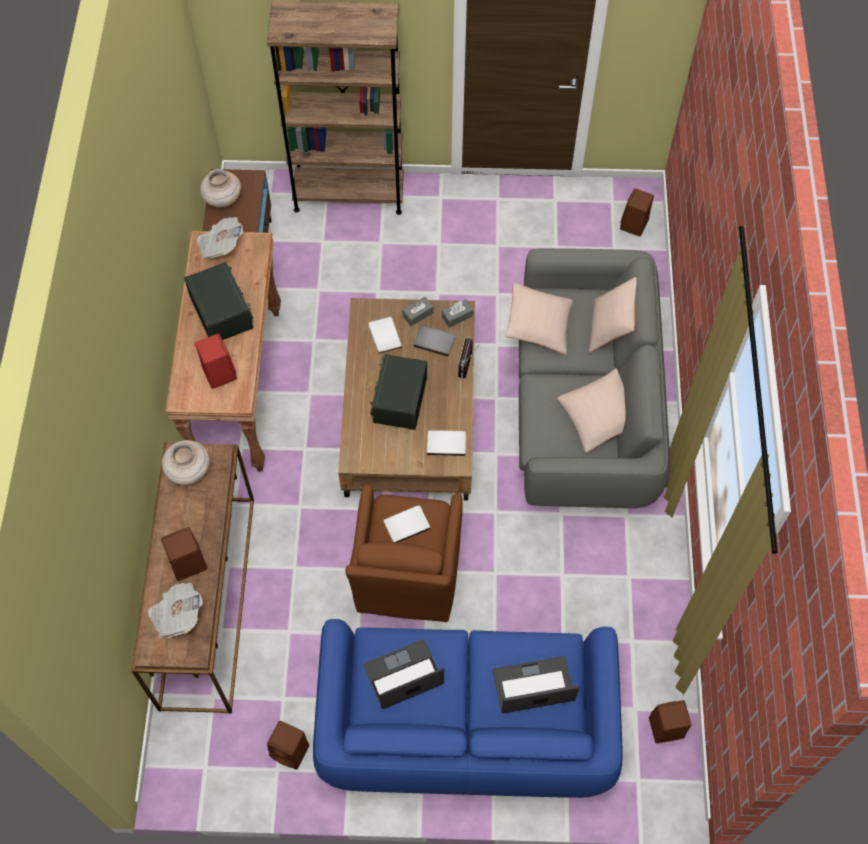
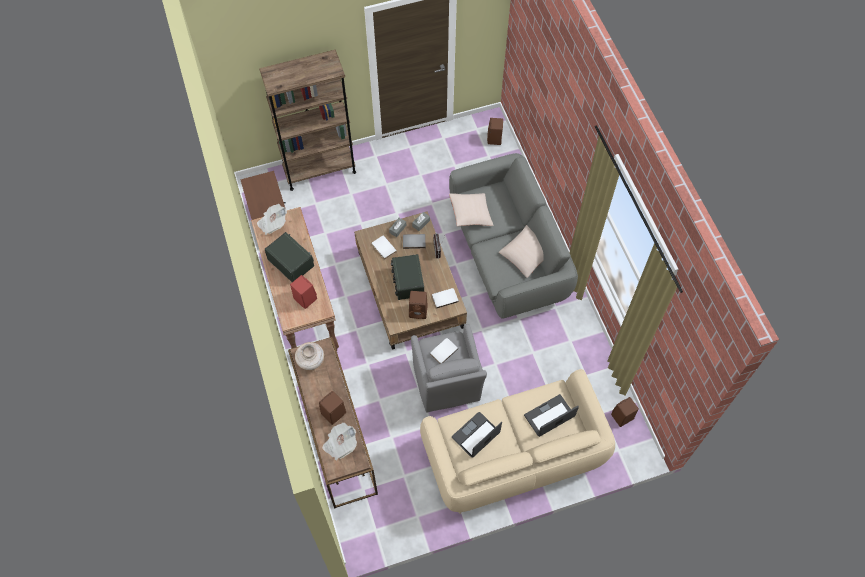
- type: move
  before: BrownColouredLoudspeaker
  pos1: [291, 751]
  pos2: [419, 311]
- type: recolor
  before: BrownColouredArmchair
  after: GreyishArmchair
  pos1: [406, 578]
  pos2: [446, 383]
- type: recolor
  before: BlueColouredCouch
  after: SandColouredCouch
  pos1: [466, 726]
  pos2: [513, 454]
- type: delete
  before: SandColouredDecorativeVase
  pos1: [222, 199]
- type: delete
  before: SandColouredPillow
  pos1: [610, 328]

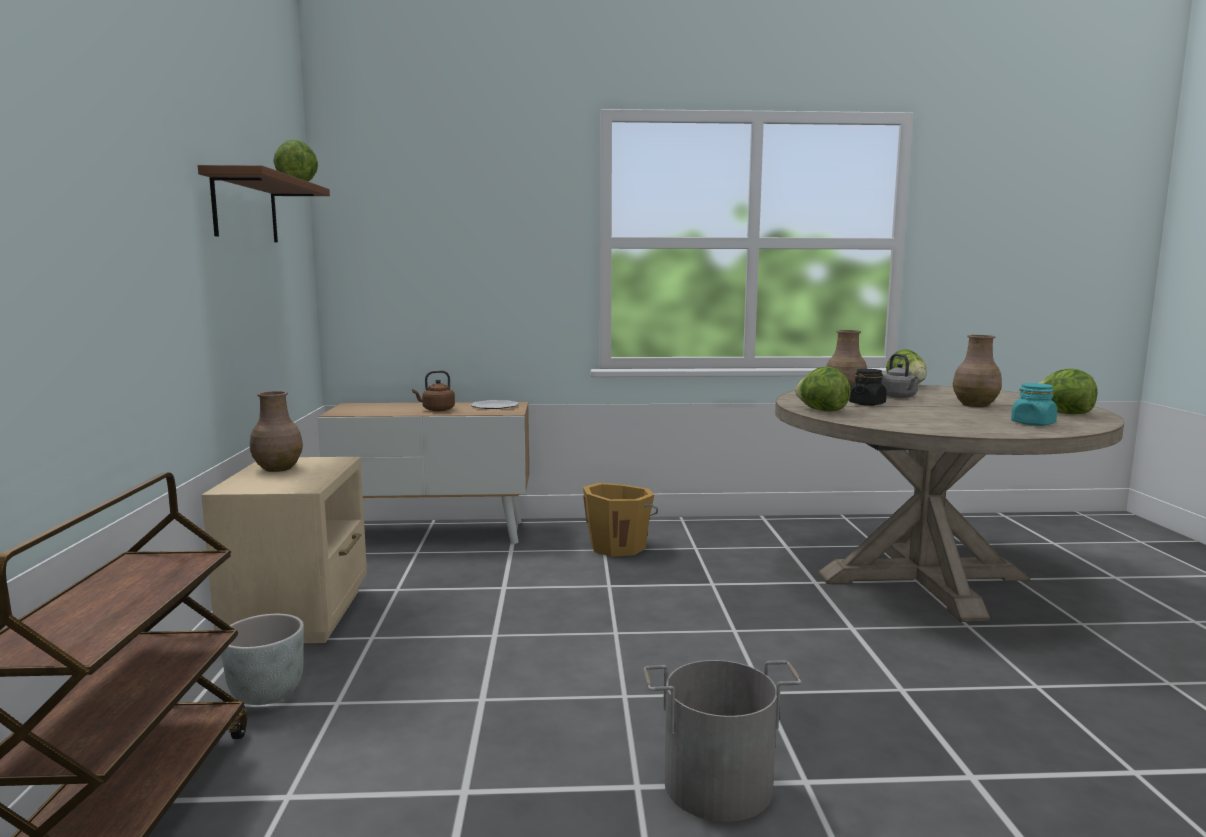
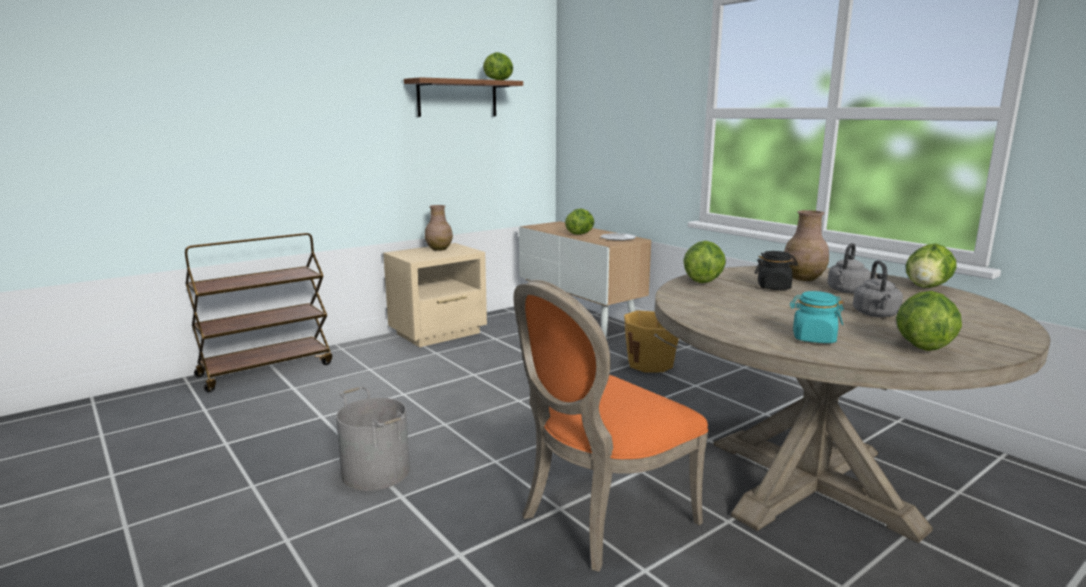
- type: insert
  after: OrangeUprightChair
  pos2: [601, 518]
- type: replace
  before: BrownColouredTeaKettle
  after: Lettuce
  pos1: [436, 410]
  pos2: [580, 234]
- type: replace
  before: BrownColouredDecorativeVase
  after: GreyishTeaKettle
  pos1: [975, 405]
  pos2: [876, 315]
- type: delete
  before: GreyishPlanter
  pos1: [267, 694]

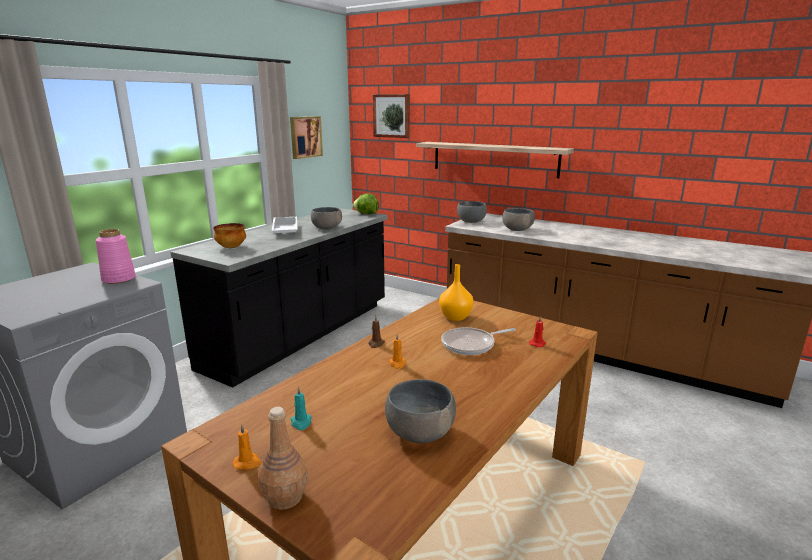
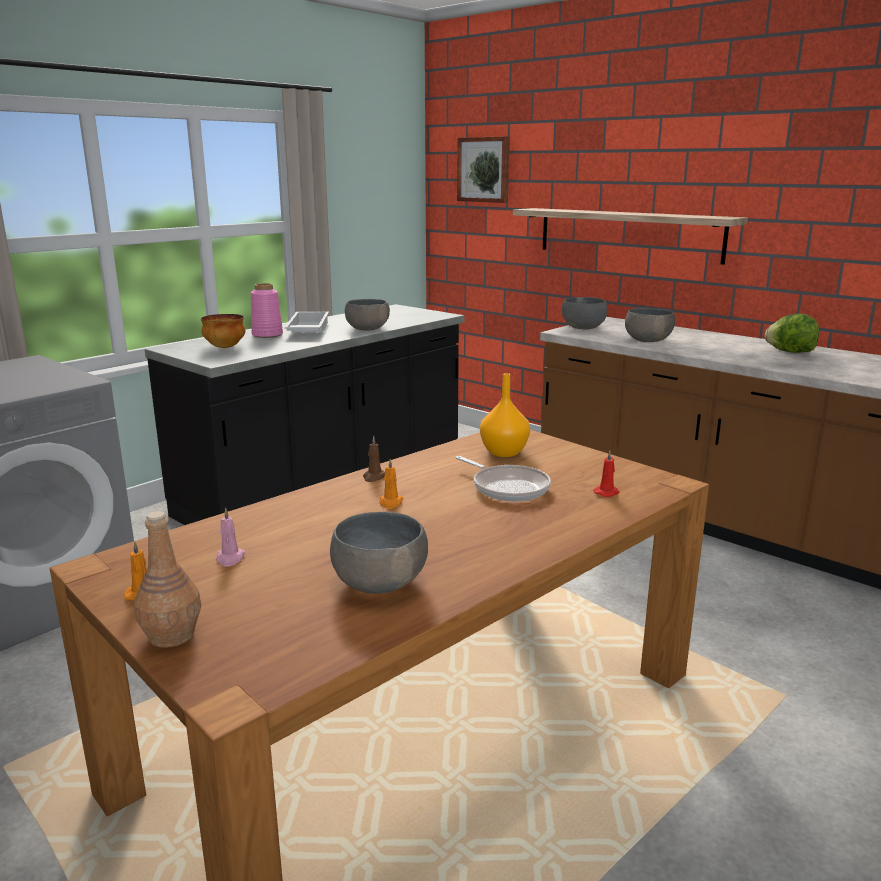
- type: recolor
  before: TurquoiseColouredCandle
  after: PinkCandle
  pos1: [301, 423]
  pos2: [230, 558]
- type: move
  before: PinkDecorativeVase
  pos1: [119, 279]
  pos2: [268, 335]
- type: rotate
  before: Pan
  pos1: [471, 345]
  pos2: [507, 487]
  turn: -120
- type: move
  before: Lettuce
  pos1: [366, 214]
  pos2: [790, 352]
- type: delete
  before: Picture
  pos1: [305, 137]

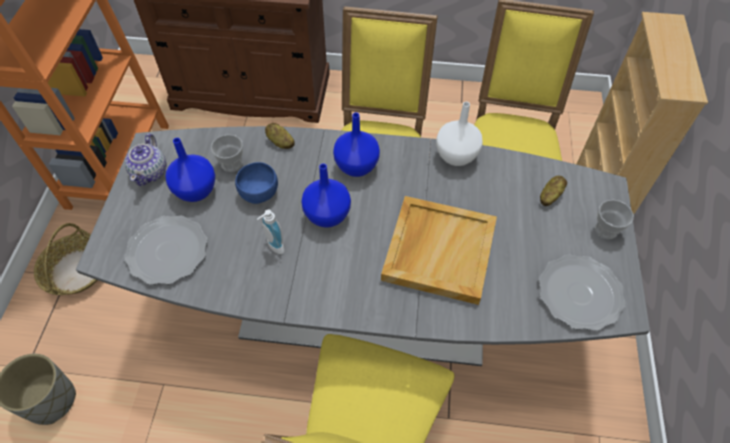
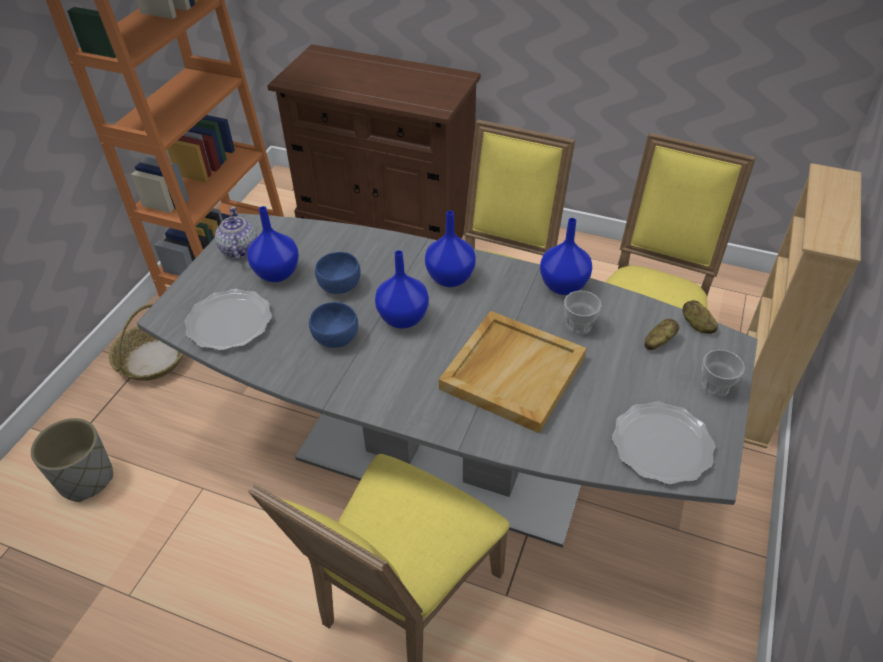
- type: rotate
  before: Teapot
  pos1: [150, 172]
  pos2: [238, 249]
  turn: 150
- type: replace
  before: SoapBottle
  after: BlueColouredDeepDish
  pos1: [273, 247]
  pos2: [336, 337]
- type: recolor
  before: WhitishDecorativeVase
  after: BlueColouredDecorativeVase
  pos1: [455, 156]
  pos2: [562, 285]
- type: move
  before: DrinkingCup
  pos1: [231, 164]
  pos2: [578, 326]
- type: move
  before: WholePotato
  pos1: [280, 142]
  pos2: [697, 325]

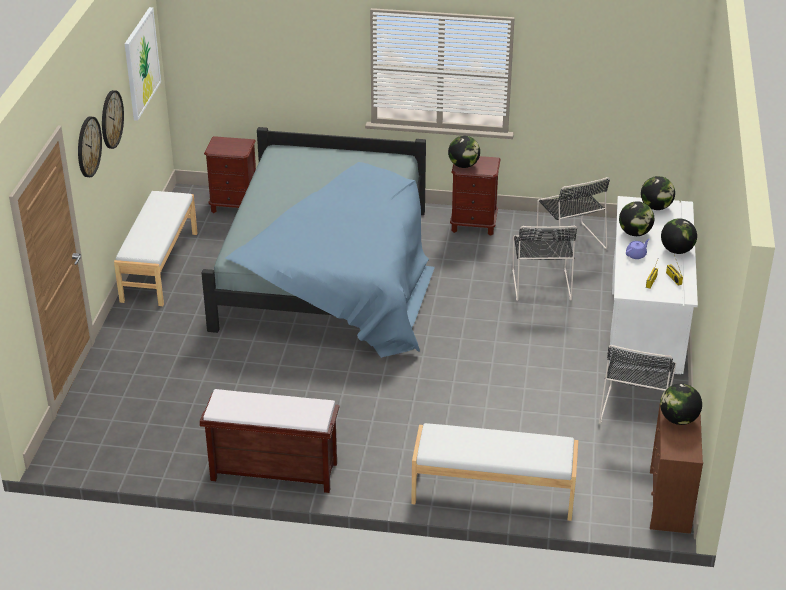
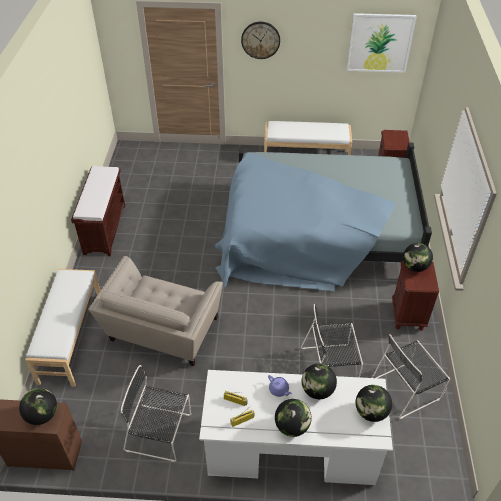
- type: insert
  after: SandColouredArmchair
  pos2: [162, 332]
- type: delete
  before: HangingClock
  pos1: [111, 119]

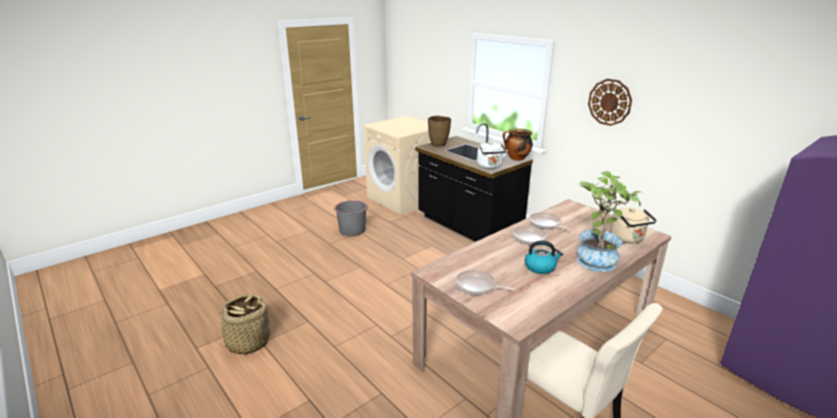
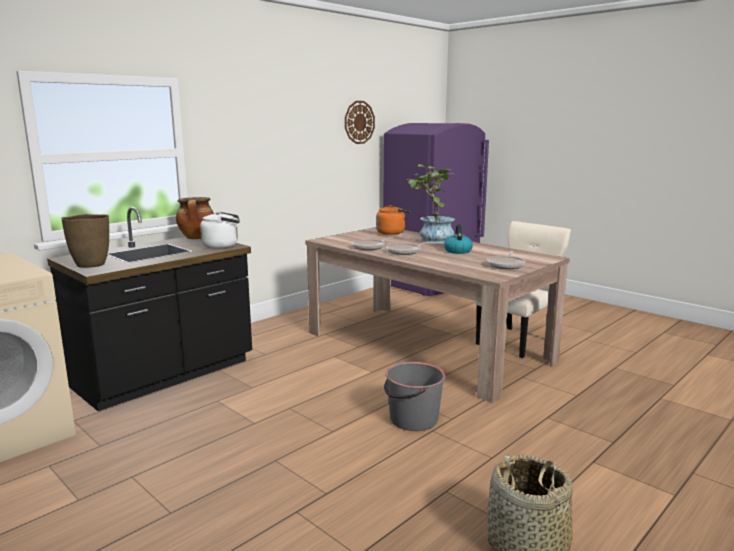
- type: move
  before: HangingClock
  pos1: [609, 102]
  pos2: [359, 122]
- type: recolor
  before: SandColouredTeaKettle
  after: OrangeTeaKettle
  pos1: [628, 239]
  pos2: [392, 232]
- type: move
  before: GreyishWaterBucket
  pos1: [352, 230]
  pos2: [413, 419]

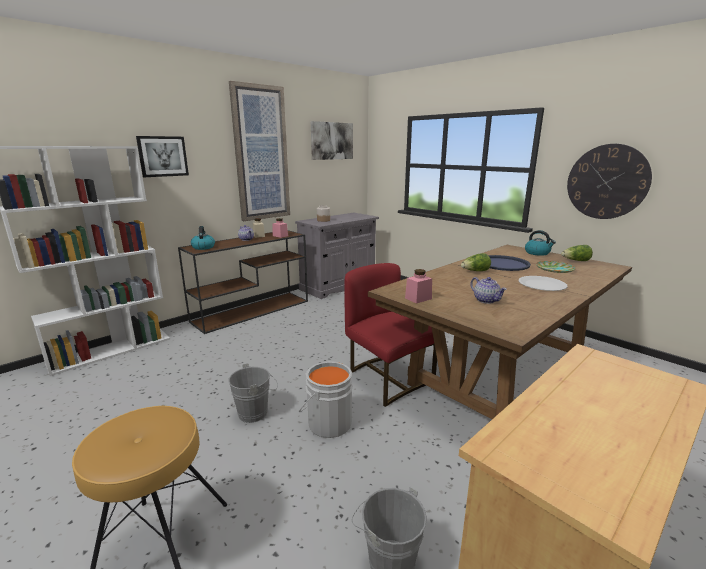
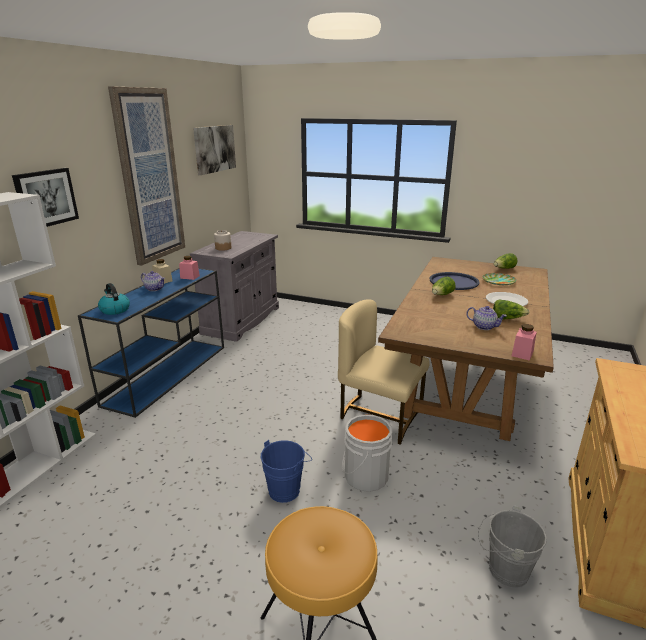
- type: recolor
  before: BrownColouredConsoleTable
  after: BlueColouredConsoleTable
  pos1: [253, 310]
  pos2: [168, 373]
- type: recolor
  before: GreyishWaterBucket
  after: BlueColouredWaterBucket
  pos1: [256, 412]
  pos2: [287, 489]
- type: recolor
  before: RedColouredUprightChair
  after: SandColouredUprightChair
  pos1: [387, 378]
  pos2: [379, 415]
- type: insert
  after: Lettuce
  pos2: [507, 318]
- type: move
  before: PinkJar
  pos1: [418, 298]
  pos2: [522, 353]
- type: delete
  before: TeaKettle
  pos1: [537, 253]
- type: delete
  before: HangingClock
  pos1: [607, 182]

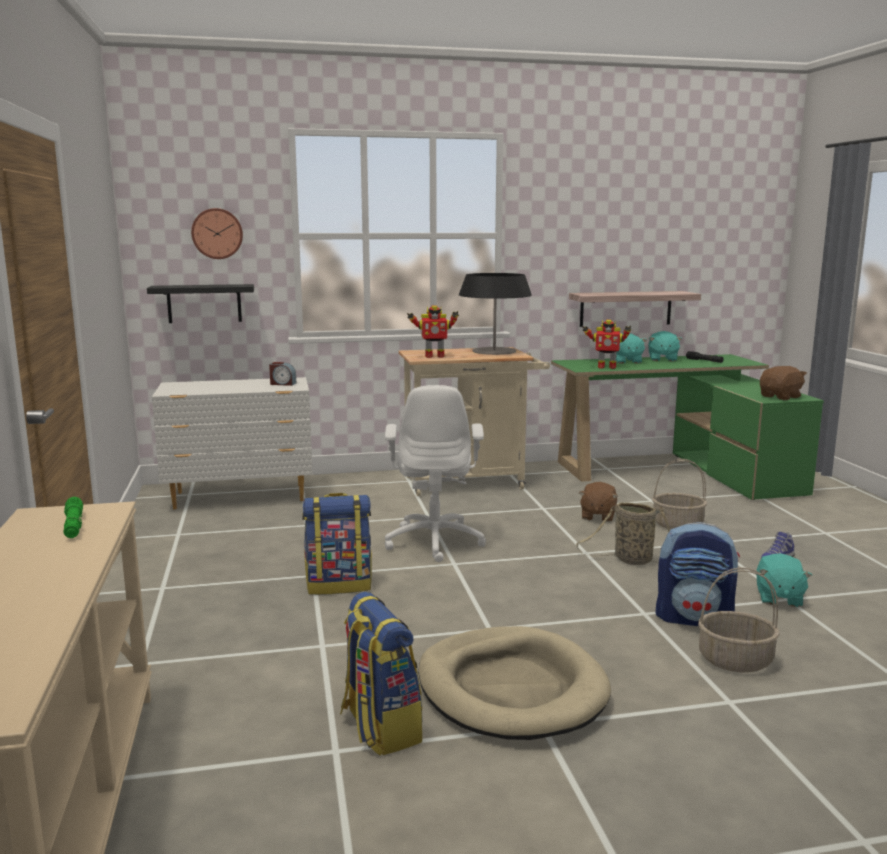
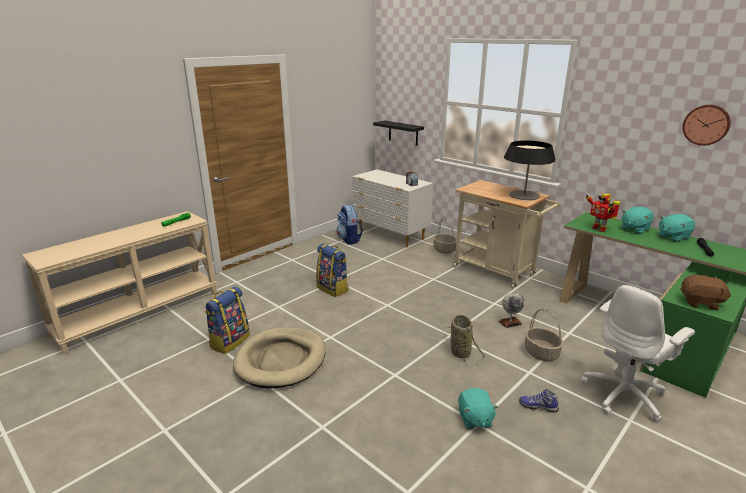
- type: move
  before: Knapsack
  pos1: [694, 618]
  pos2: [349, 240]
- type: move
  before: Basket
  pos1: [735, 660]
  pos2: [444, 250]
- type: rotate
  before: TurquoiseColouredPlushToy
  pos1: [778, 598]
  pos2: [474, 419]
  turn: -75
- type: replace
  before: BrownColouredPlushToy
  after: WorldGlobe
  pos1: [597, 516]
  pos2: [510, 323]
- type: move
  before: WhitishOfficeChair
  pos1: [435, 541]
  pos2: [624, 395]
- type: move
  before: HangingClock
  pos1: [217, 233]
  pos2: [706, 124]
- type: delete
  before: RobotFigure
  pos1: [434, 356]
- type: delete
  before: Shelf
  pos1: [625, 308]

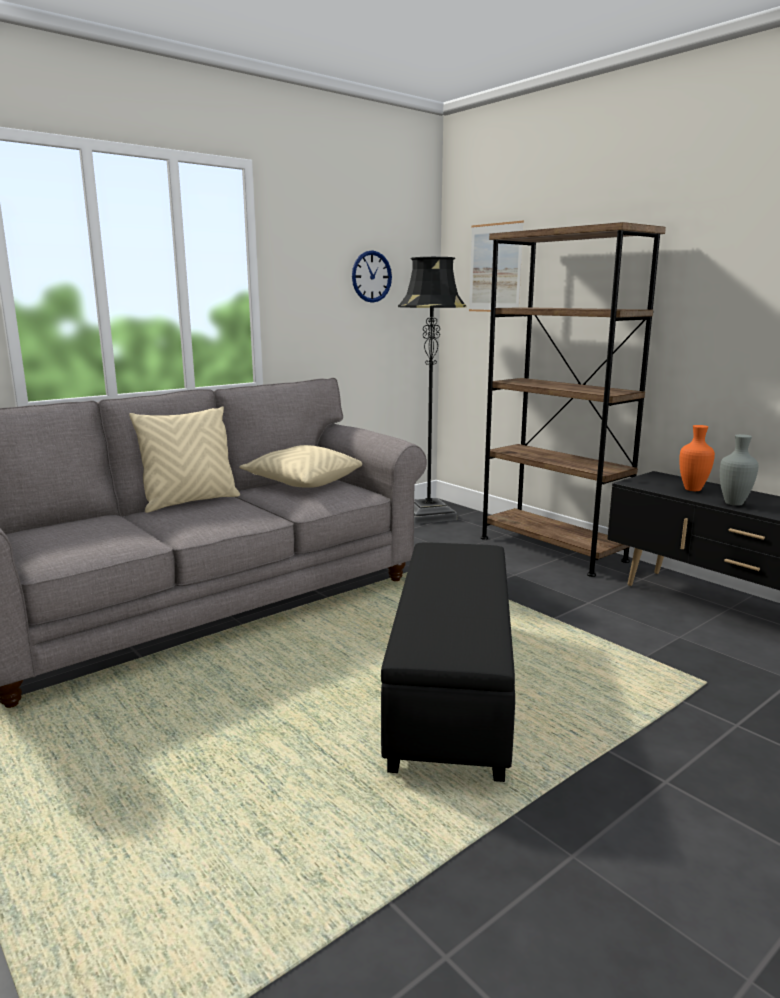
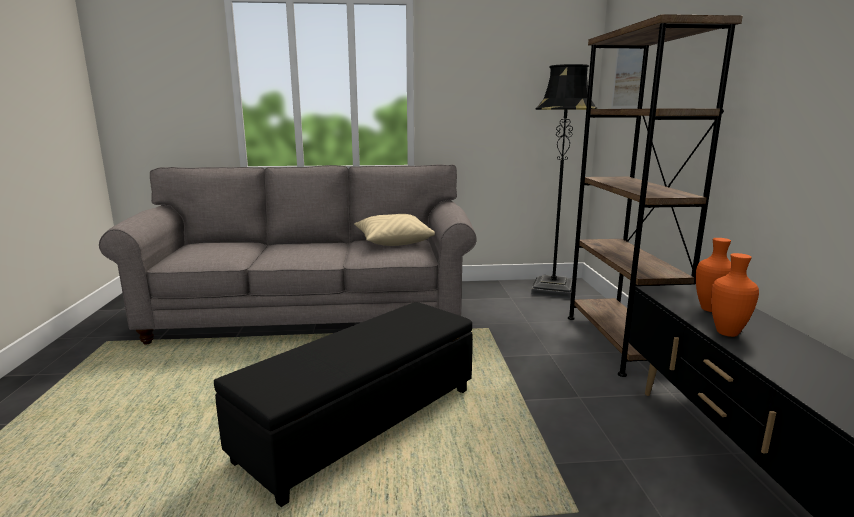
- type: recolor
  before: GreyishDecorativeVase
  after: OrangeDecorativeVase
  pos1: [733, 503]
  pos2: [727, 332]
- type: delete
  before: SandColouredPillow
  pos1: [190, 502]
- type: delete
  before: HangingClock
  pos1: [371, 276]

